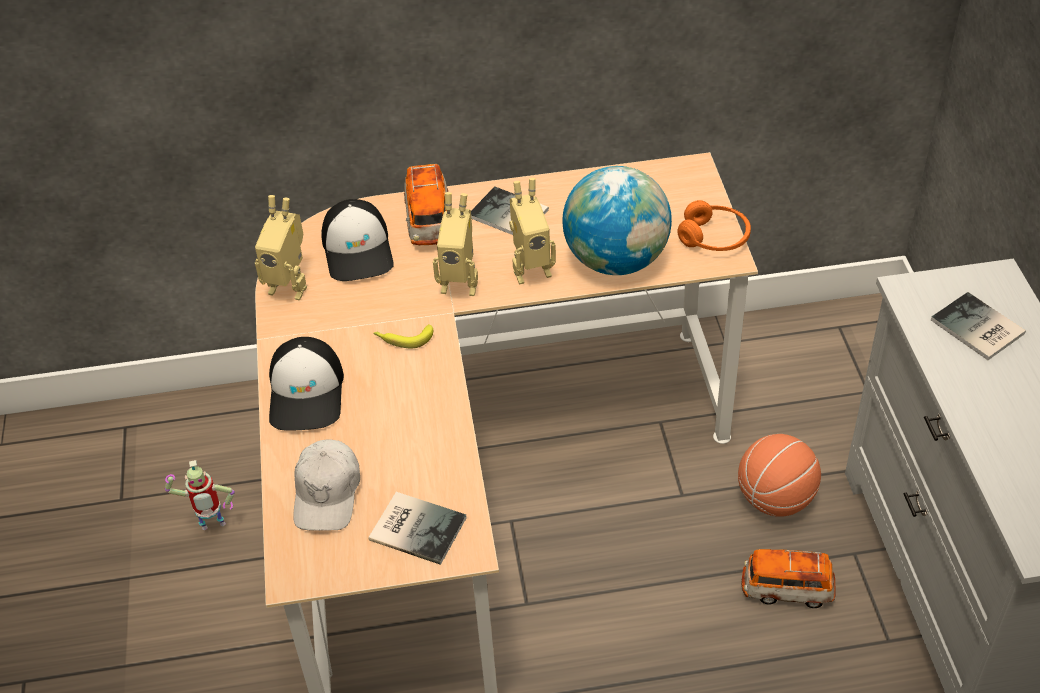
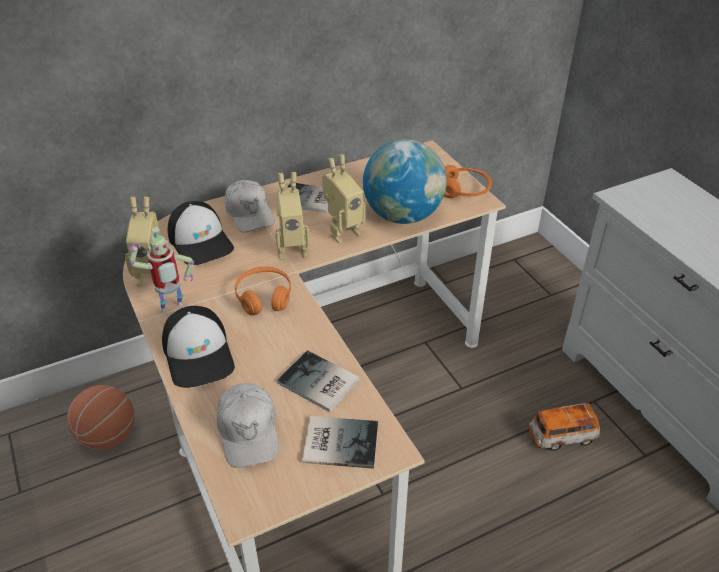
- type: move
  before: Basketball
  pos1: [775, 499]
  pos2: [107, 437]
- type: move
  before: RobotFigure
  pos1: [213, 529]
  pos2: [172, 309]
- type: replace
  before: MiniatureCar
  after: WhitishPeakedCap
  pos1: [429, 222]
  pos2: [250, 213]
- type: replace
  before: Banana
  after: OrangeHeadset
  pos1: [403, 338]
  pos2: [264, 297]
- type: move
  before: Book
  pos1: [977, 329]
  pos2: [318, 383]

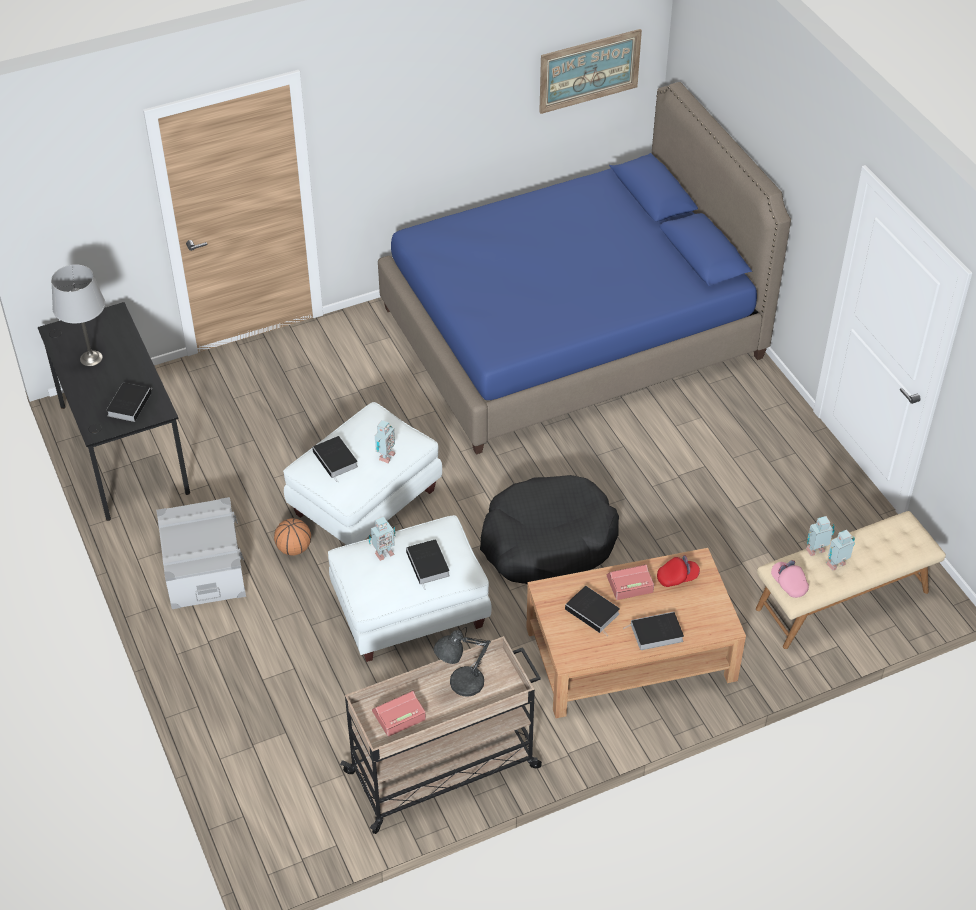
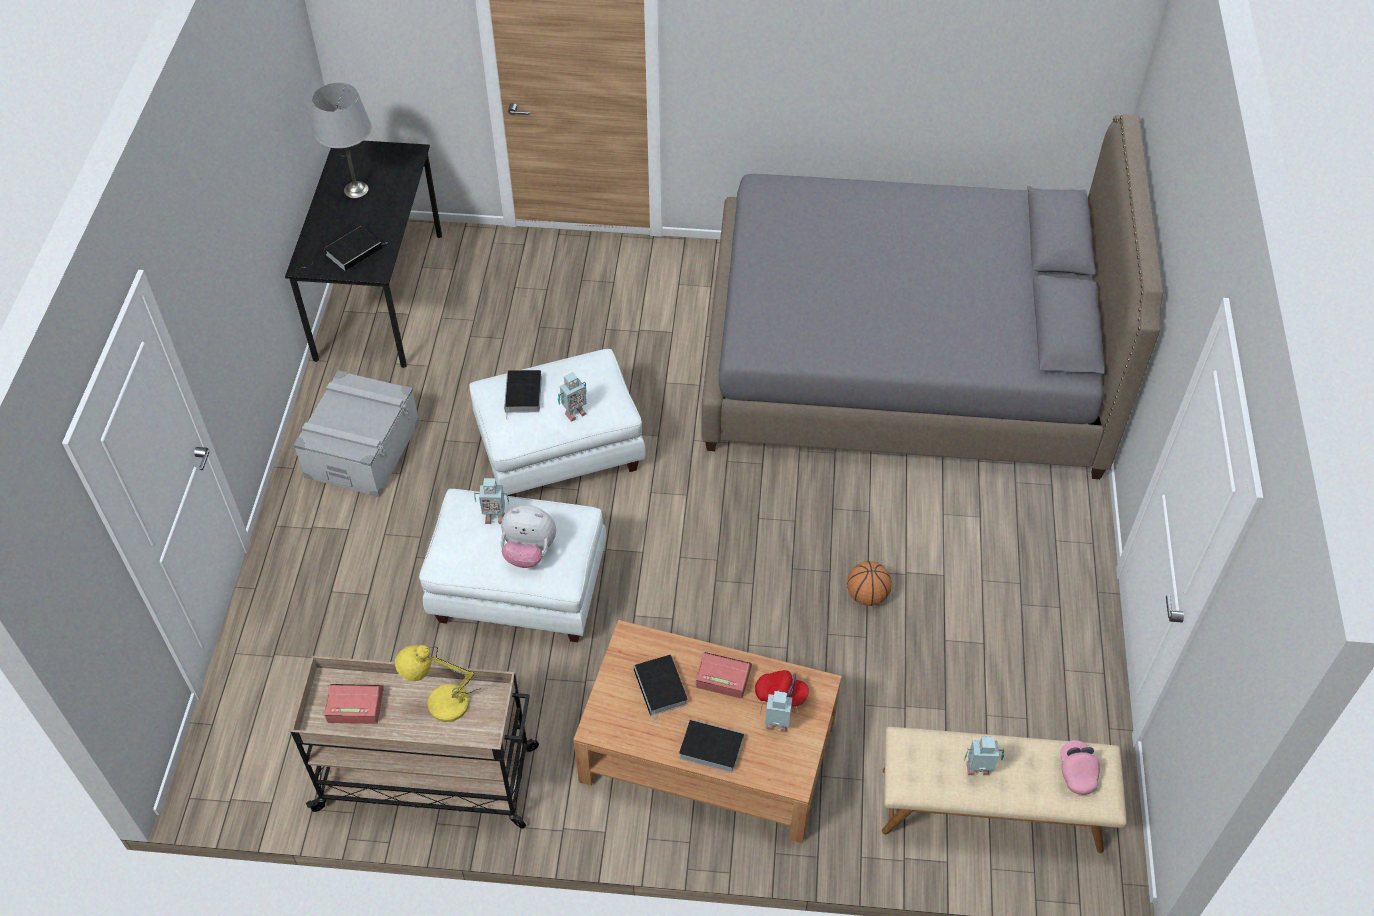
- type: recolor
  before: GreyishLampForATable
  after: YellowColouredLampForATable
  pos1: [462, 684]
  pos2: [442, 703]
- type: replace
  before: Book
  after: PlushToy
  pos1: [428, 565]
  pos2: [529, 552]
- type: recolor
  before: BlueColouredBed
  after: GreyishBed
  pos1: [571, 332]
  pos2: [903, 359]
- type: move
  before: RobotFigure
  pos1: [816, 551]
  pos2: [777, 727]
- type: move
  before: Basketball
  pos1: [294, 548]
  pos2: [867, 595]
- type: move
  before: PinkPeakedCap
  pos1: [788, 584]
  pos2: [1077, 772]
- type: delete
  before: BlackishDogCushion
  pos1: [547, 542]
- type: delete
  before: Picture
  pos1: [589, 70]

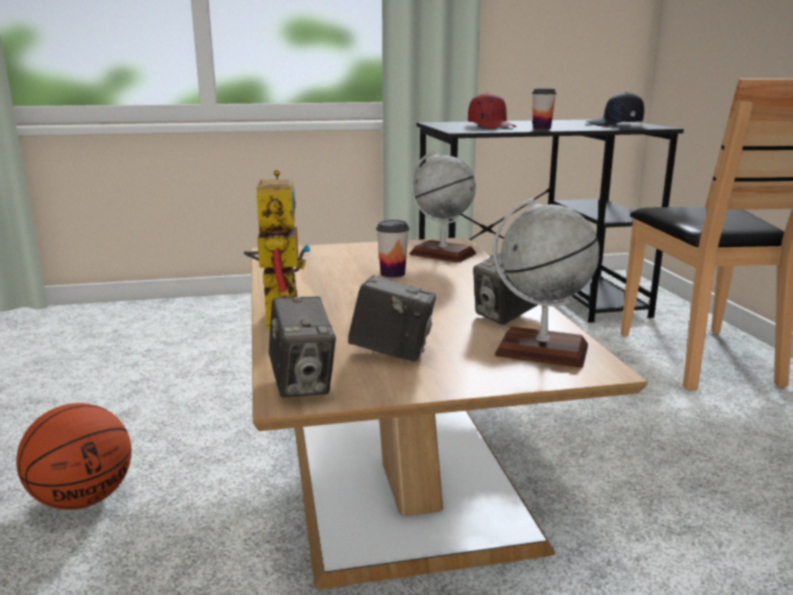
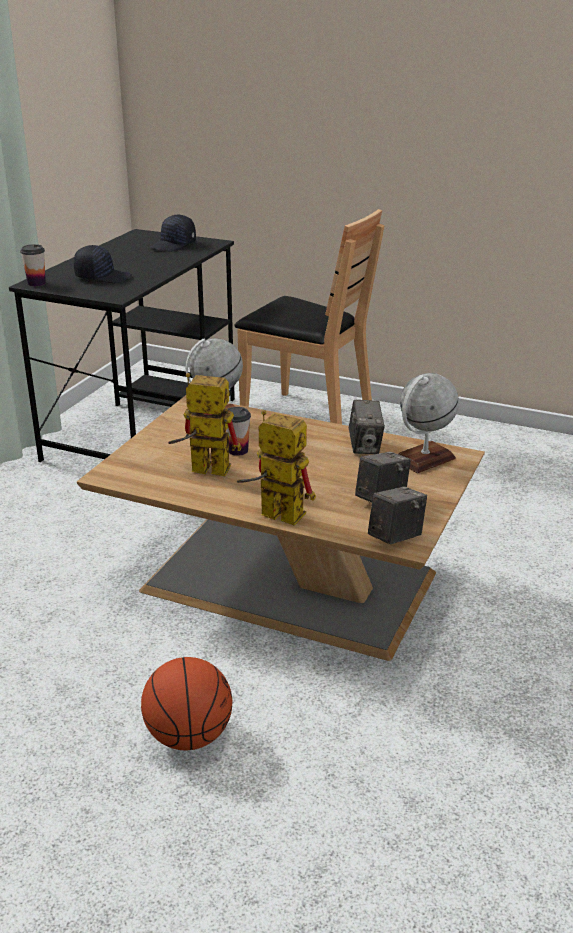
- type: move
  before: DrinkingCup
  pos1: [541, 128]
  pos2: [36, 283]
- type: recolor
  before: RedColouredPeakedCap
  after: BlackishPeakedCap
  pos1: [492, 126]
  pos2: [103, 277]
- type: insert
  after: RobotFigure
  pos2: [201, 470]
- type: rotate
  before: StillCamera
  pos1: [302, 384]
  pos2: [395, 537]
  turn: -60

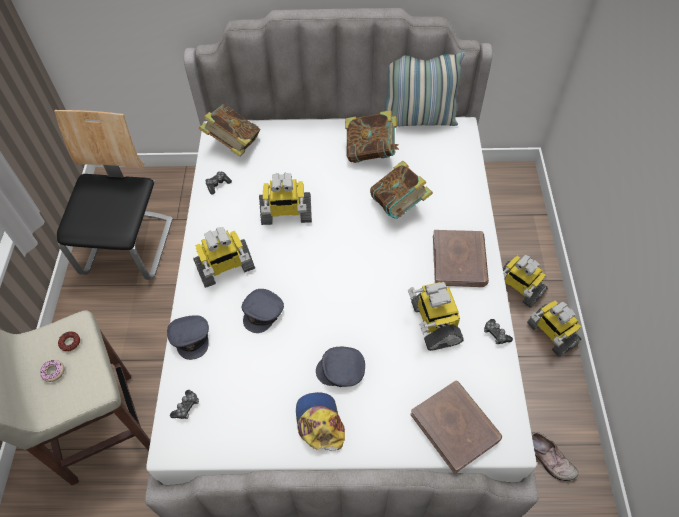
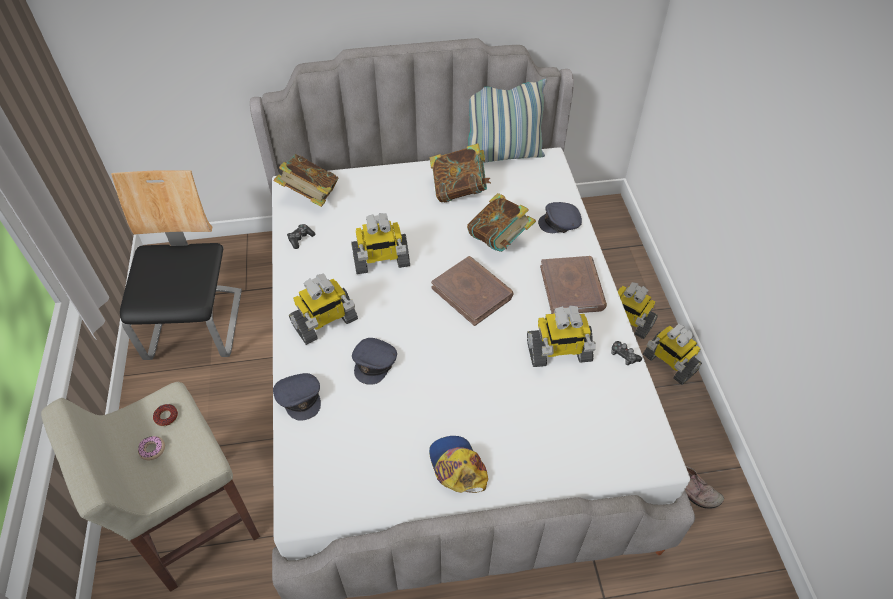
- type: move
  before: BrownColouredBook
  pos1: [455, 426]
  pos2: [472, 292]
- type: rotate
  before: RobotFigure
  pos1: [434, 323]
  pos2: [558, 352]
  turn: -75
- type: move
  before: GreyishPeakedCap
  pos1: [341, 371]
  pos2: [560, 223]
- type: delete
  before: Joypad
  pos1: [186, 407]

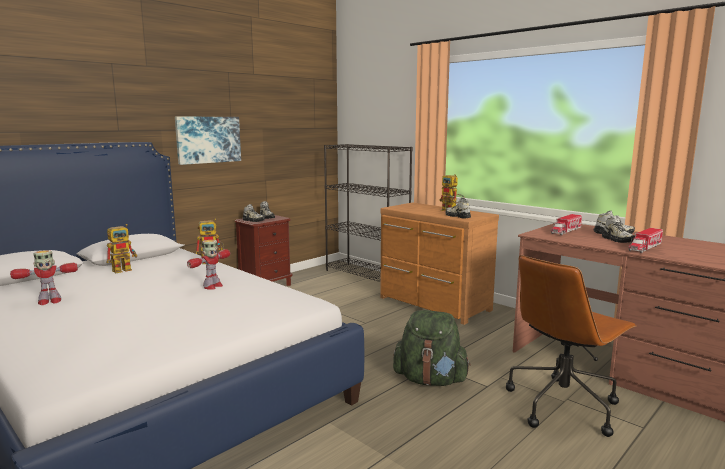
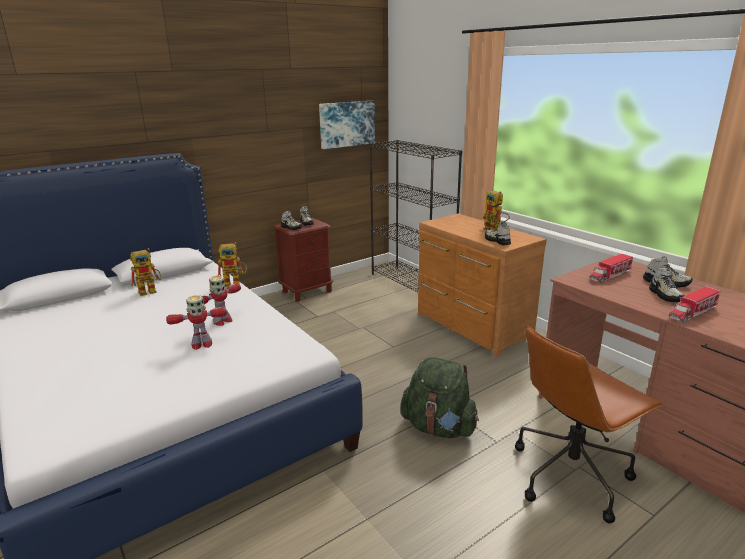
- type: move
  before: RobotFigure
  pos1: [49, 301]
  pos2: [201, 344]
- type: move
  before: Picture
  pos1: [208, 139]
  pos2: [347, 124]

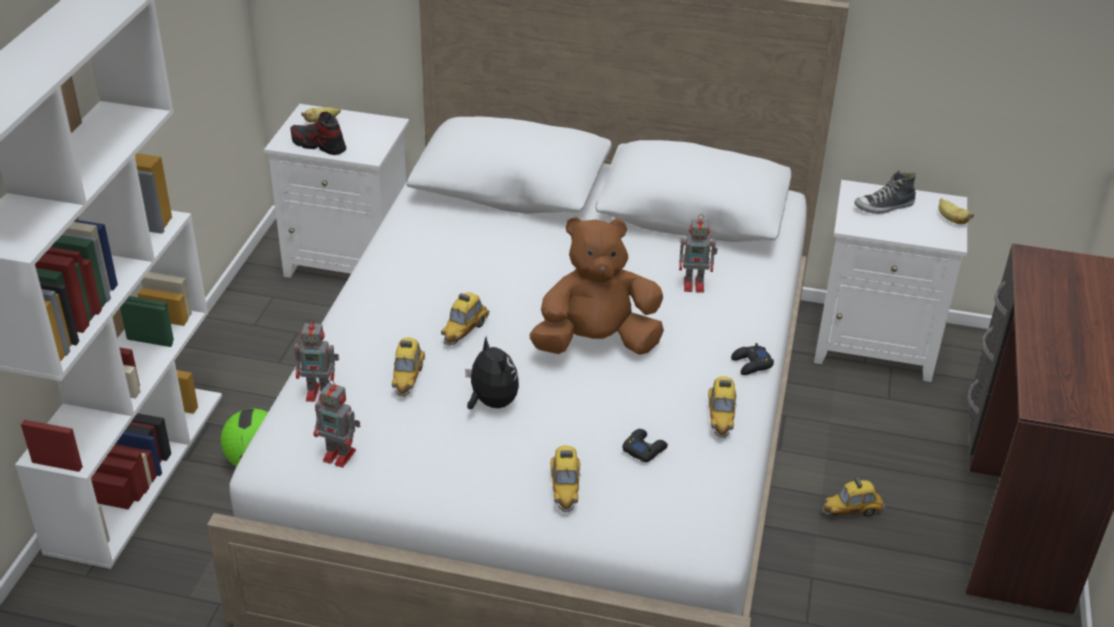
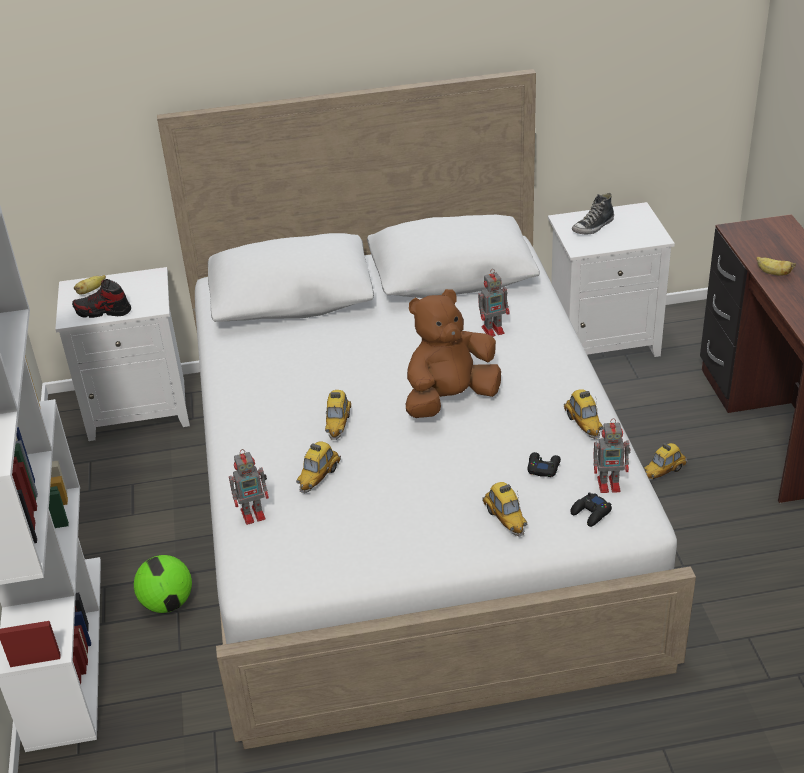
- type: rotate
  before: MiniatureCar
  pos1: [408, 378]
  pos2: [319, 477]
  turn: 45
- type: move
  before: BlackishJoypad
  pos1: [751, 364]
  pos2: [591, 513]
- type: move
  before: RobotFigure
  pos1: [341, 456]
  pos2: [610, 484]
- type: move
  before: Banana
  pos1: [951, 219]
  pos2: [772, 273]
- type: delete
  before: PlushToy
  pos1: [491, 402]

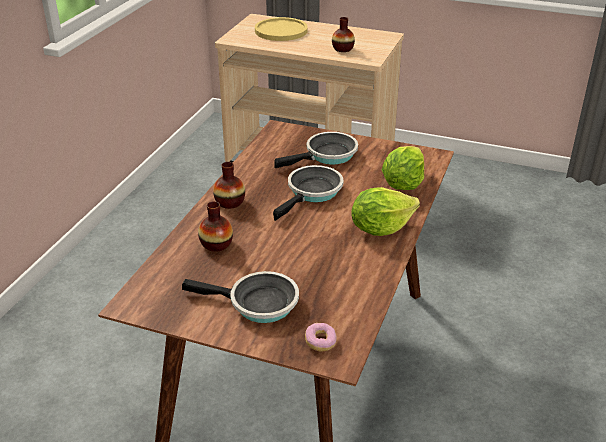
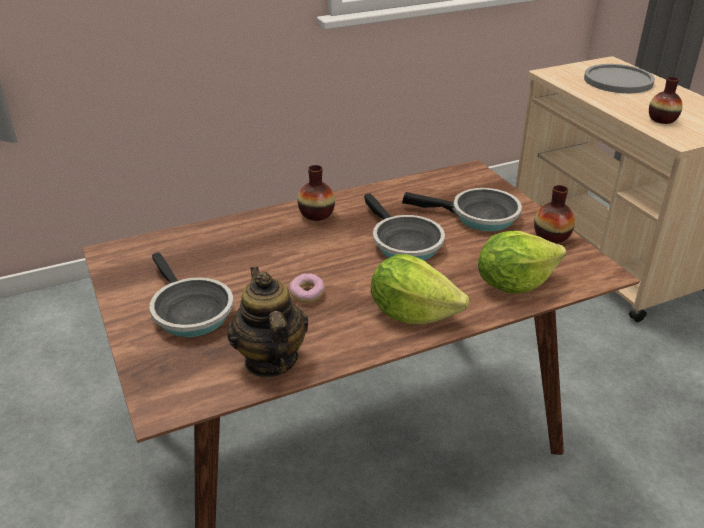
- type: insert
  after: Teapot
  pos2: [270, 360]
- type: move
  before: Doughnut
  pos1: [320, 342]
  pos2: [307, 295]
- type: rotate
  before: Pan
  pos1: [312, 193]
  pos2: [403, 243]
  turn: 75
- type: move
  before: DecorativeVase
  pos1: [216, 244]
  pos2: [551, 236]
- type: recolor
  before: YellowColouredFlatDish
  after: GreyishFlatDish
  pos1: [281, 31]
  pos2: [618, 80]

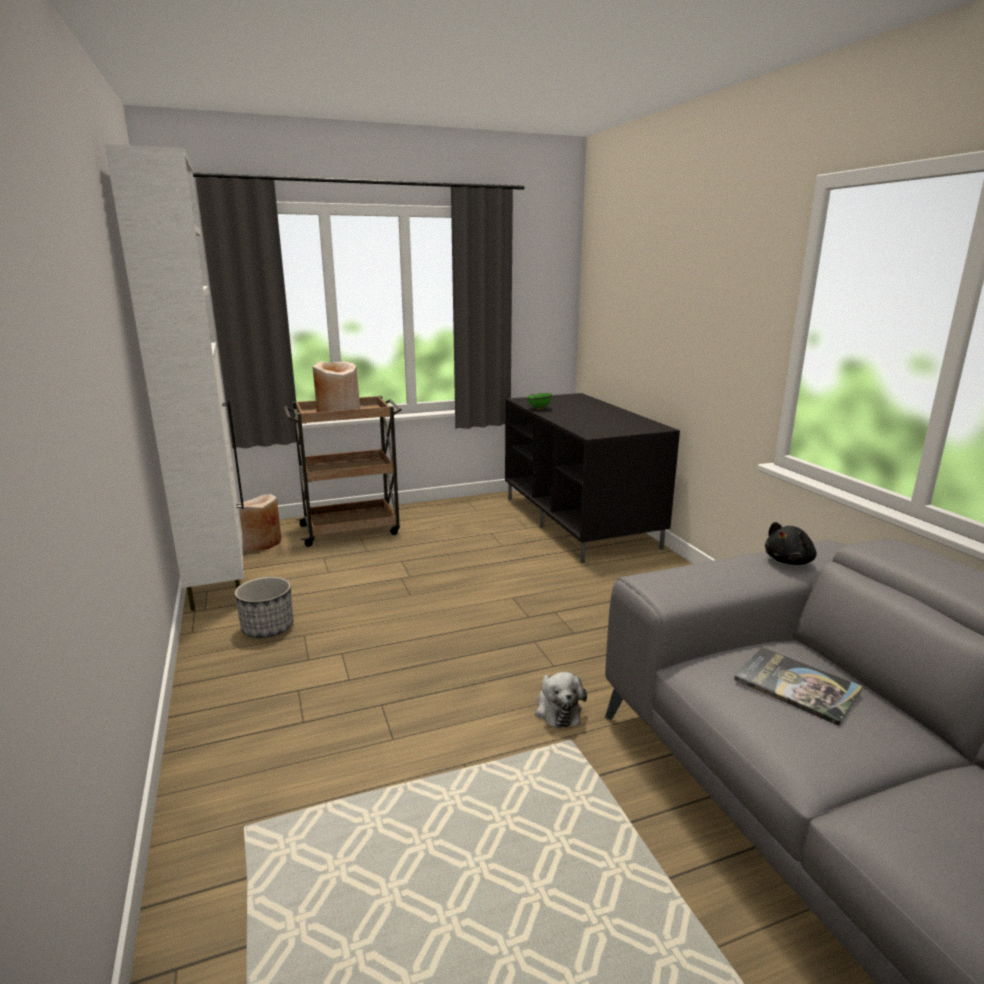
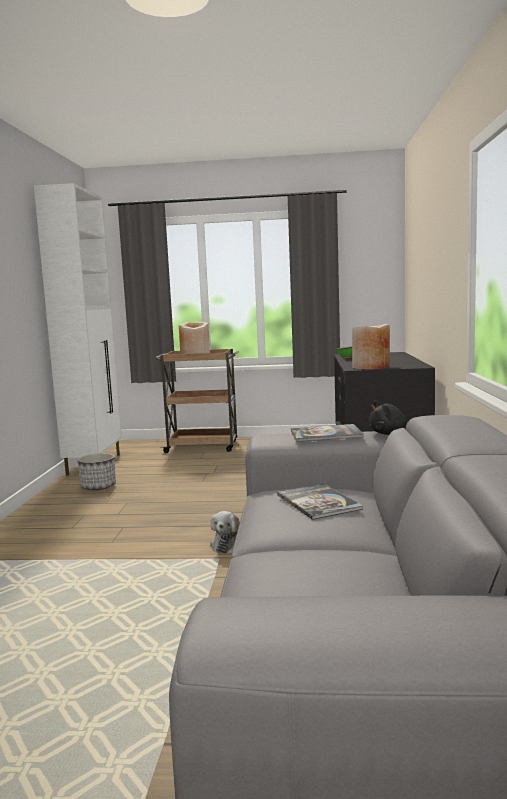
- type: insert
  after: Book
  pos2: [326, 434]
- type: move
  before: SandColouredDecorativeVase
  pos1: [260, 542]
  pos2: [371, 367]

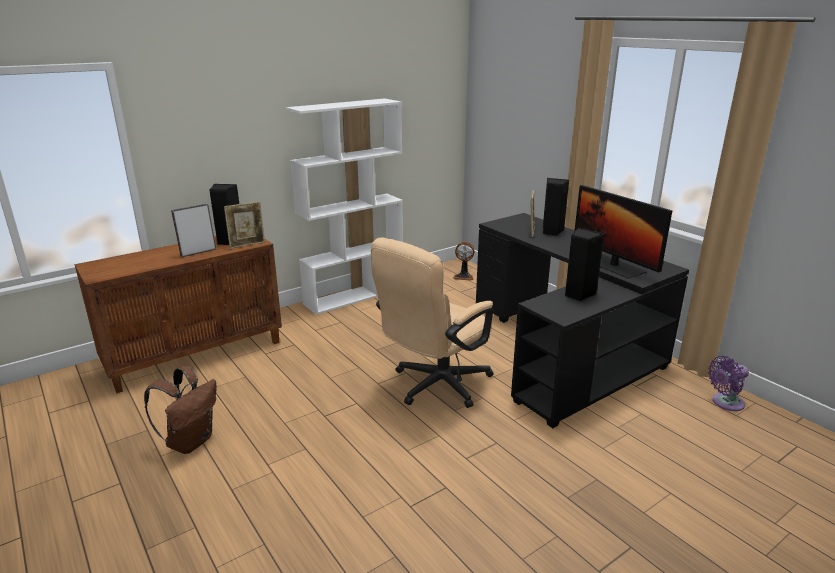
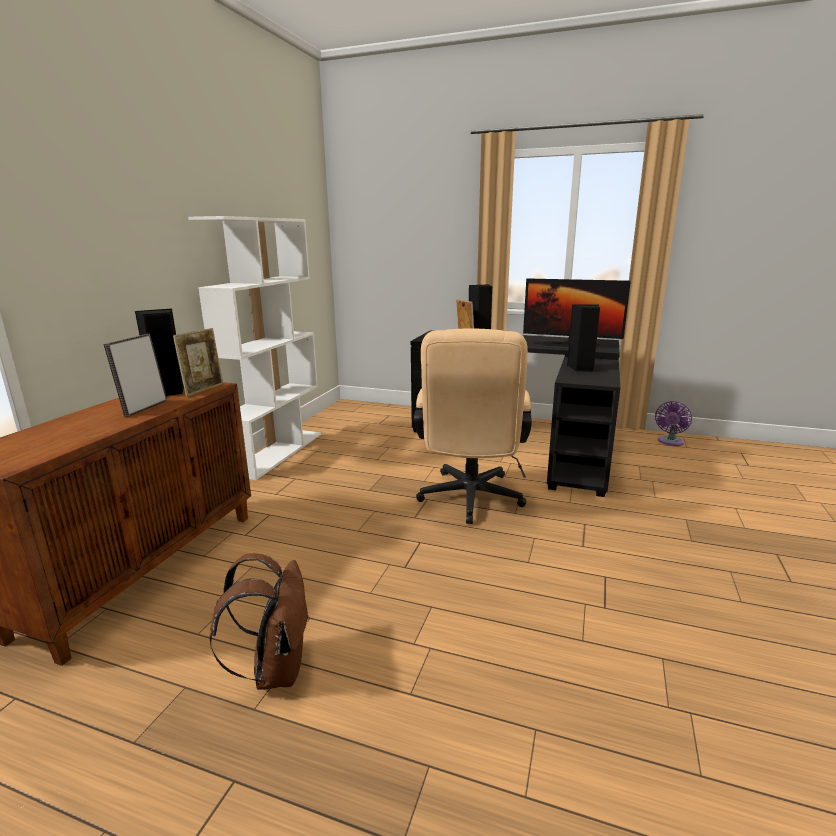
- type: delete
  before: ElectricFan
  pos1: [463, 276]

